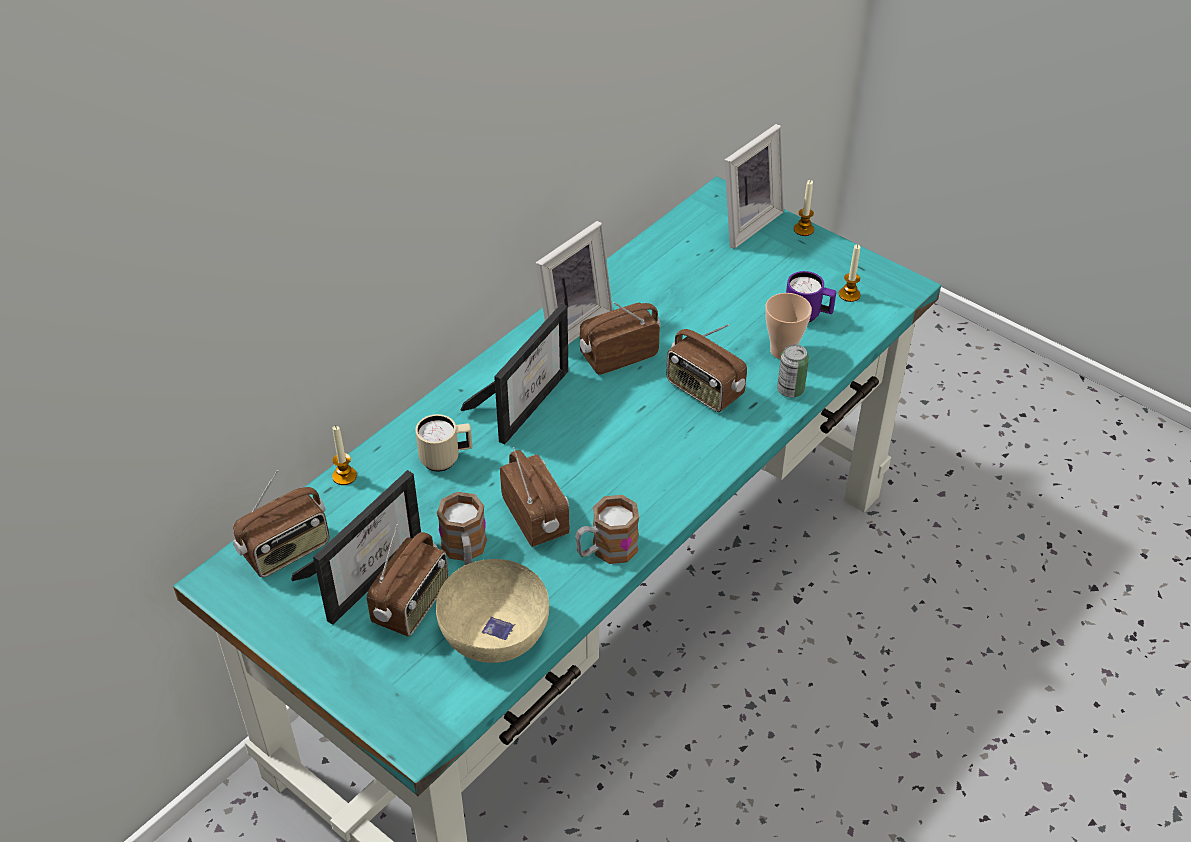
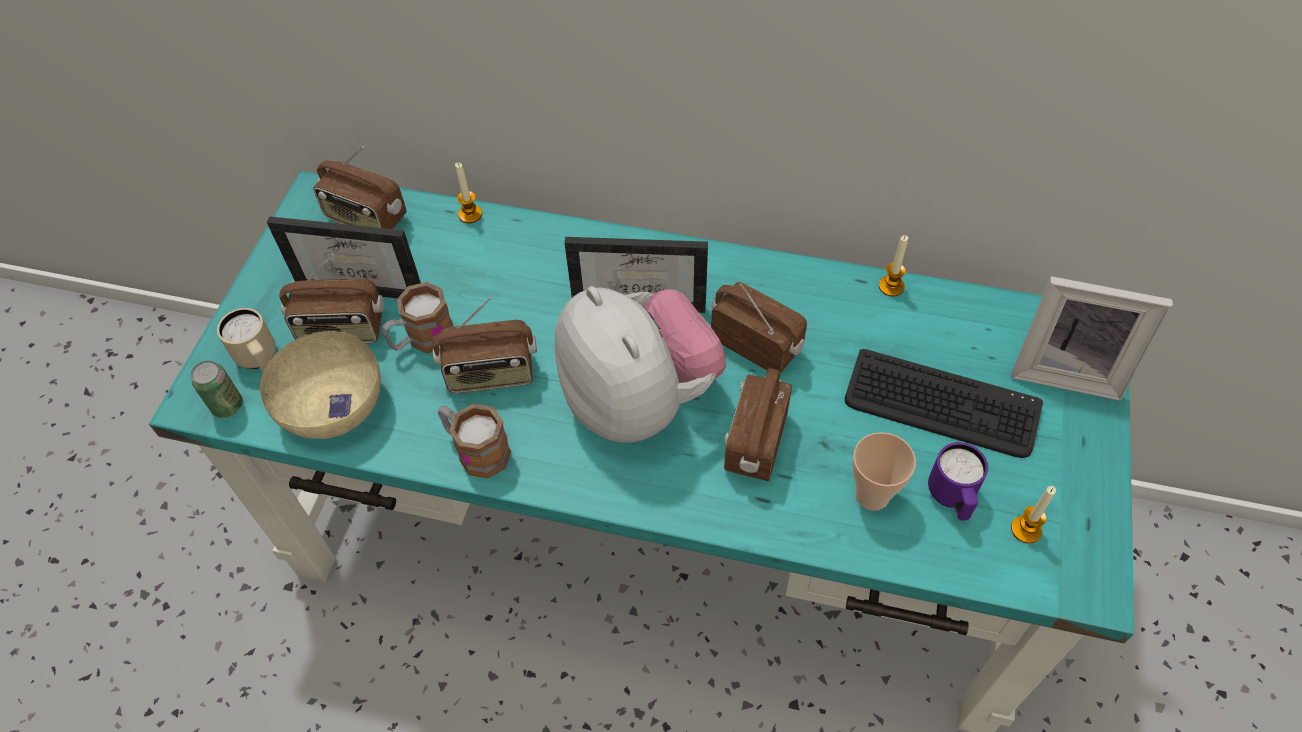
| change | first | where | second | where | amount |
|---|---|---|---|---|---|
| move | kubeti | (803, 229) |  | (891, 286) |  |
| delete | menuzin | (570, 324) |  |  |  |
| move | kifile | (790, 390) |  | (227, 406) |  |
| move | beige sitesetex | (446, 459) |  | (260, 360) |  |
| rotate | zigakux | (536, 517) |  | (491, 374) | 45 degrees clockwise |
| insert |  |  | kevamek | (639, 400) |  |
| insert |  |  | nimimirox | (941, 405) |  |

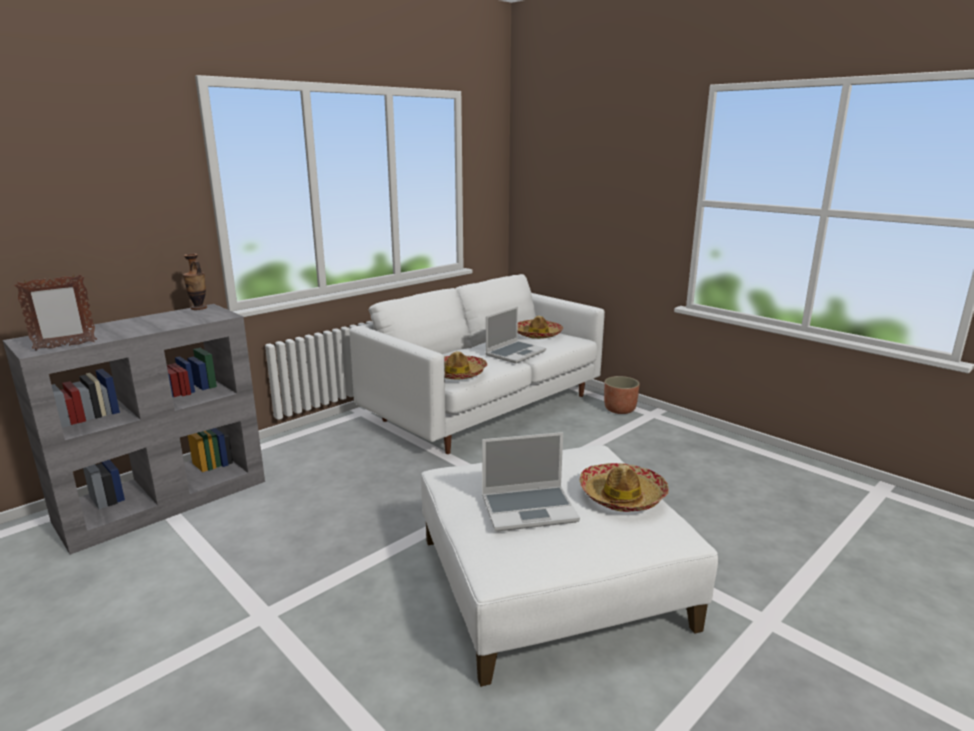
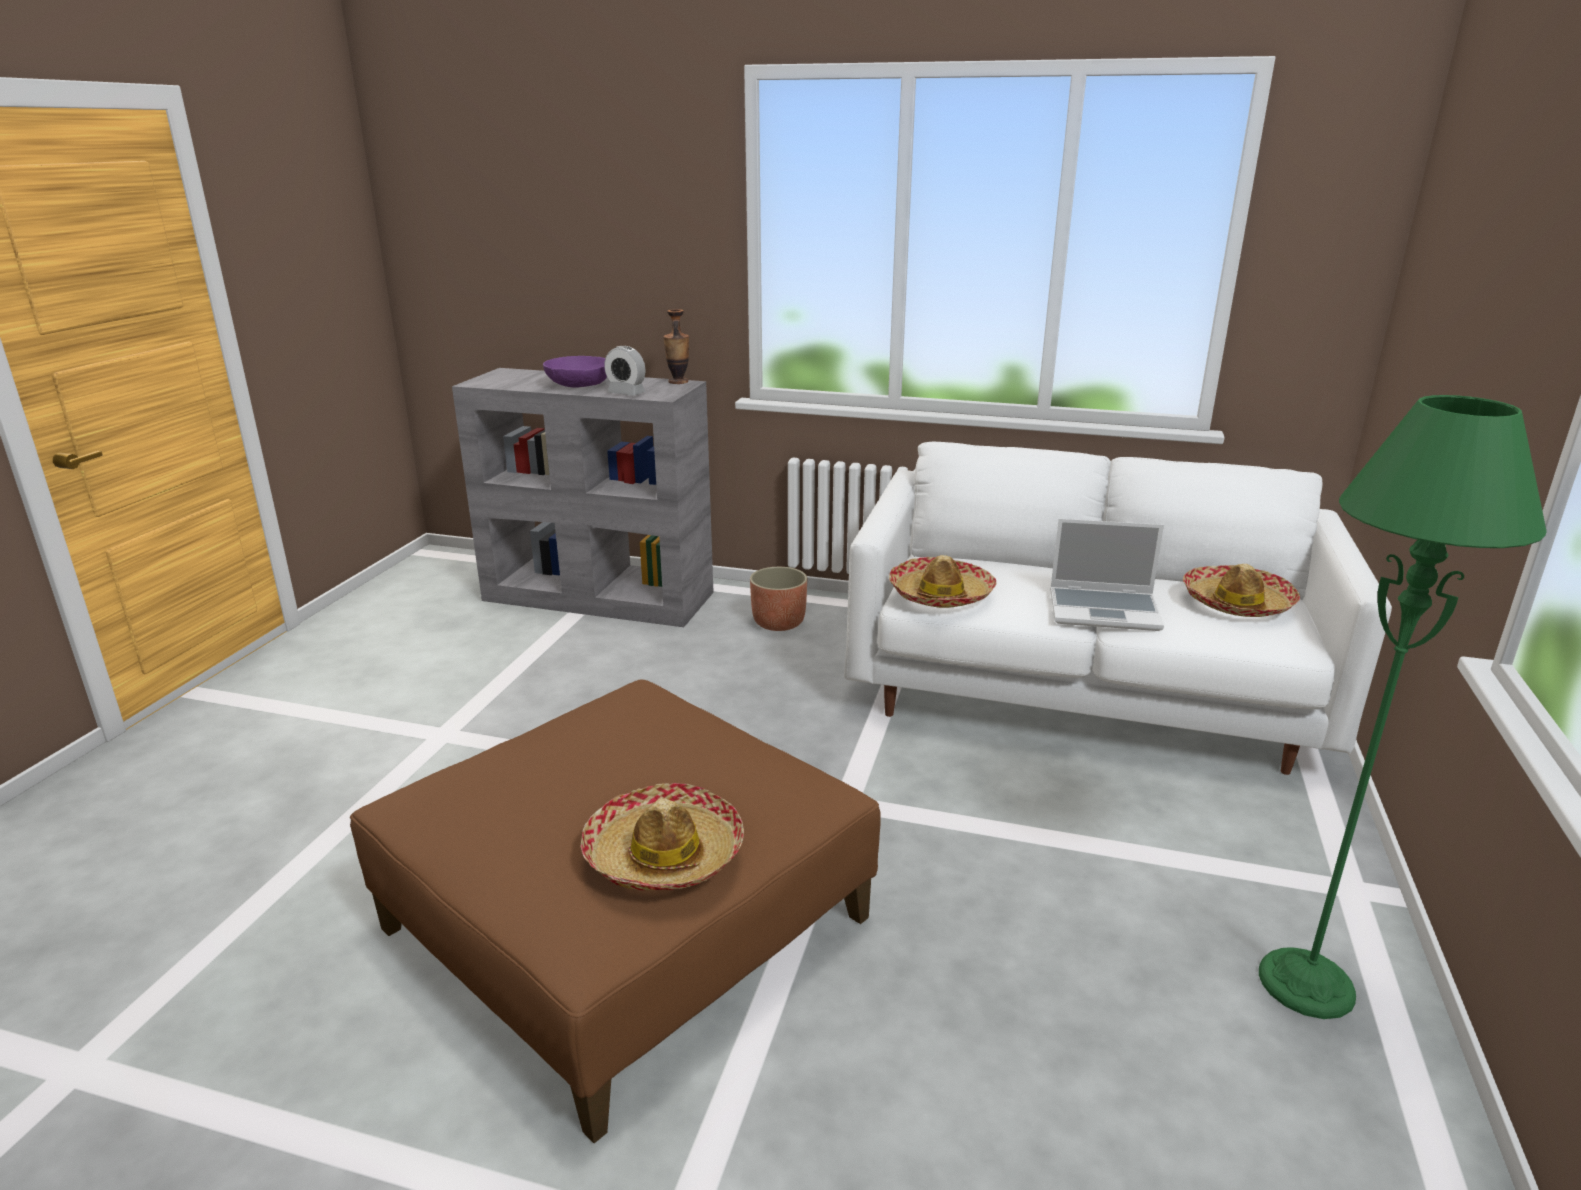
| change | first | where | second | where | amount |
|---|---|---|---|---|---|
| delete | menuzin | (65, 346) |  |  |  |
| move | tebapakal | (619, 409) |  | (778, 623) |  |
| delete | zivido | (530, 509) |  |  |  |
| recolor | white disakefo | (551, 582) | brown disakefo | (626, 924) |  |
| insert |  |  | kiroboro | (626, 393) |  |
| insert |  |  | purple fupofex | (580, 385) |  |
| insert |  |  | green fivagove | (1306, 983) |  |

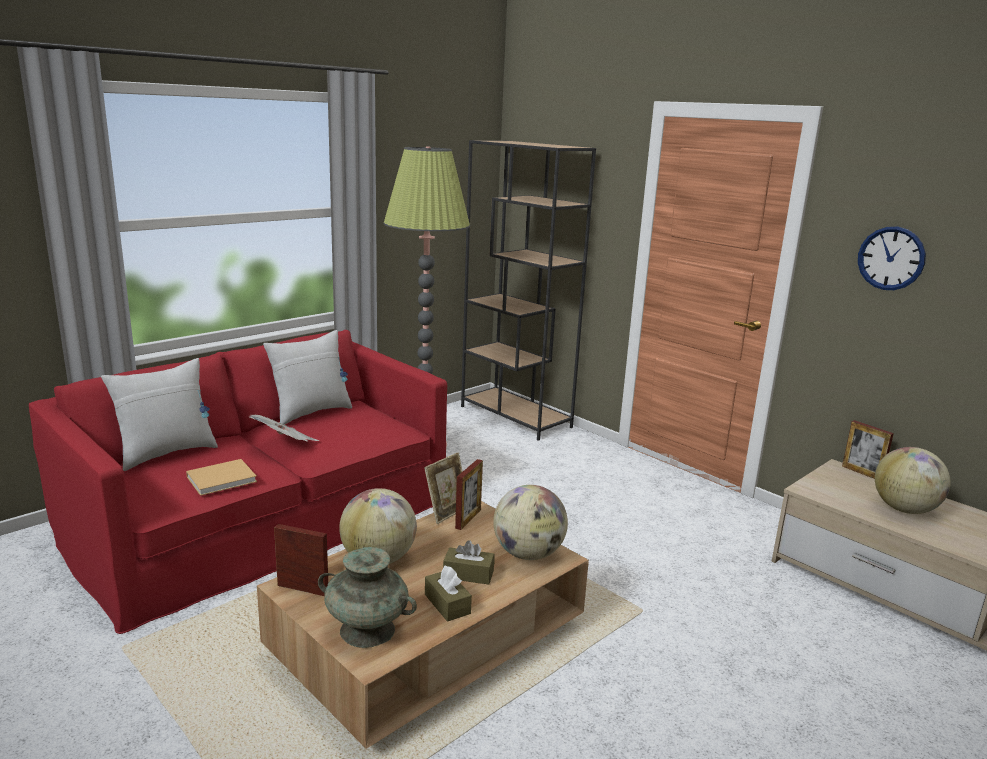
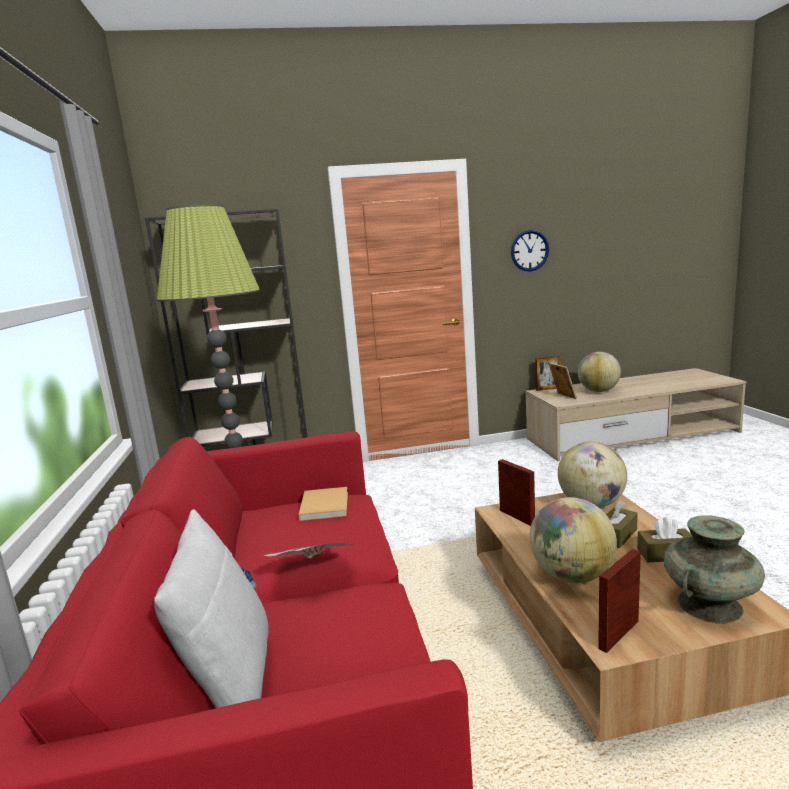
| change | first | where | second | where | amount |
|---|---|---|---|---|---|
| delete | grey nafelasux | (311, 413) |  |  |  |
| move | menuzin | (447, 512) |  | (562, 396) |  |
| move | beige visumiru | (223, 479) |  | (324, 505) |  |

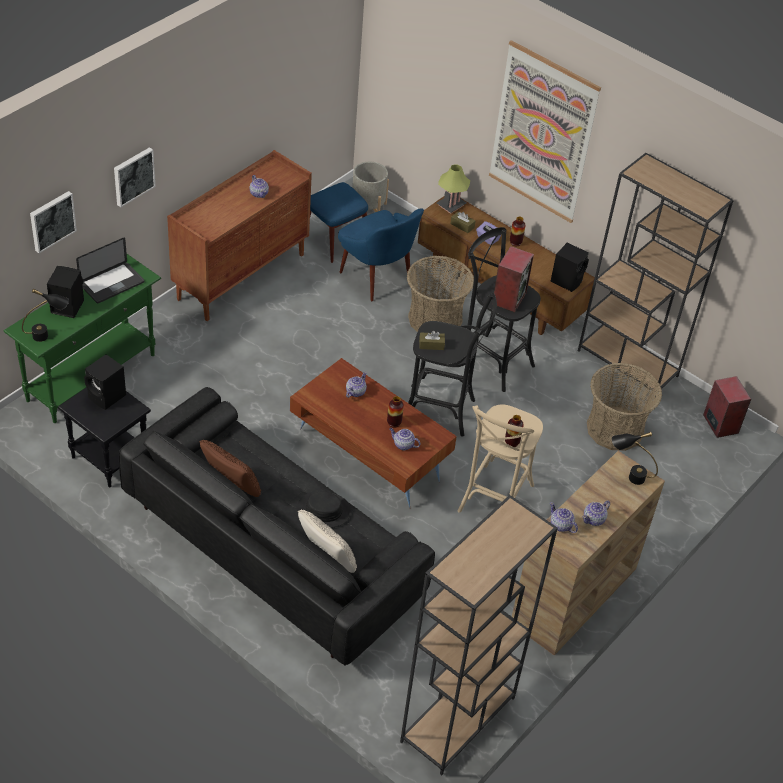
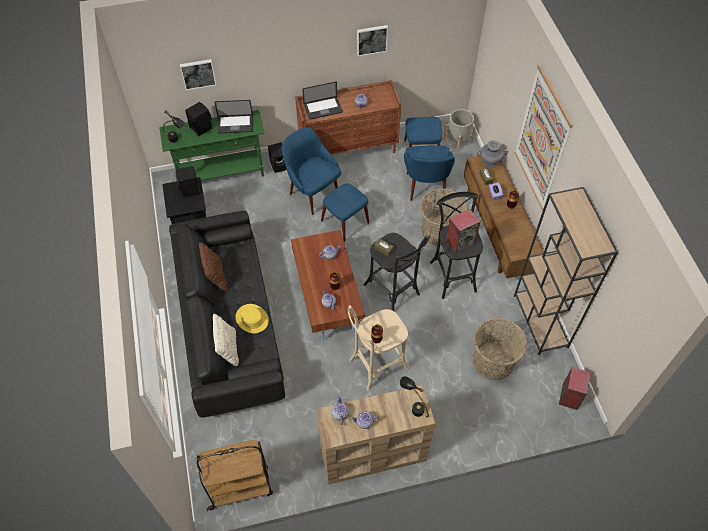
| change | first | where | second | where | amount |
|---|---|---|---|---|---|
| move | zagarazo | (133, 176) |  | (371, 39) |  |
| replace | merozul | (451, 205) | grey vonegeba | (490, 161) |  |
| move | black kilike | (567, 280) |  | (279, 165) |  |
| recolor | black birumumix | (323, 510) | yellow birumumix | (252, 319) |  |
| replace | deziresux | (458, 720) | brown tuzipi | (240, 488) |  |
| insert |  |  | zivido | (323, 109) |  |
| insert |  |  | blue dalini | (324, 204) |  |

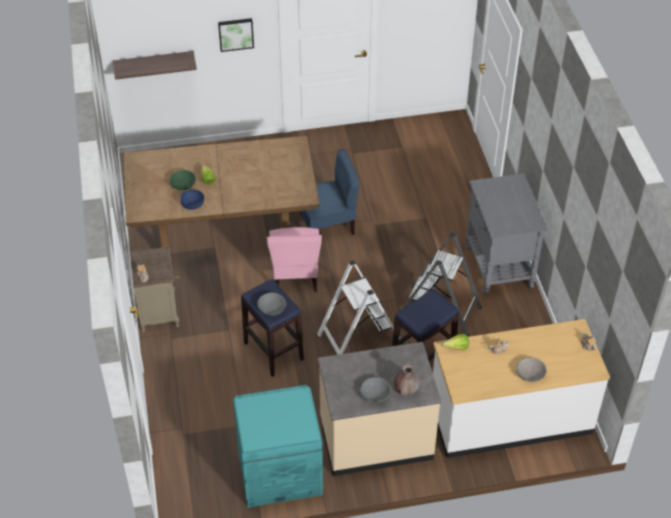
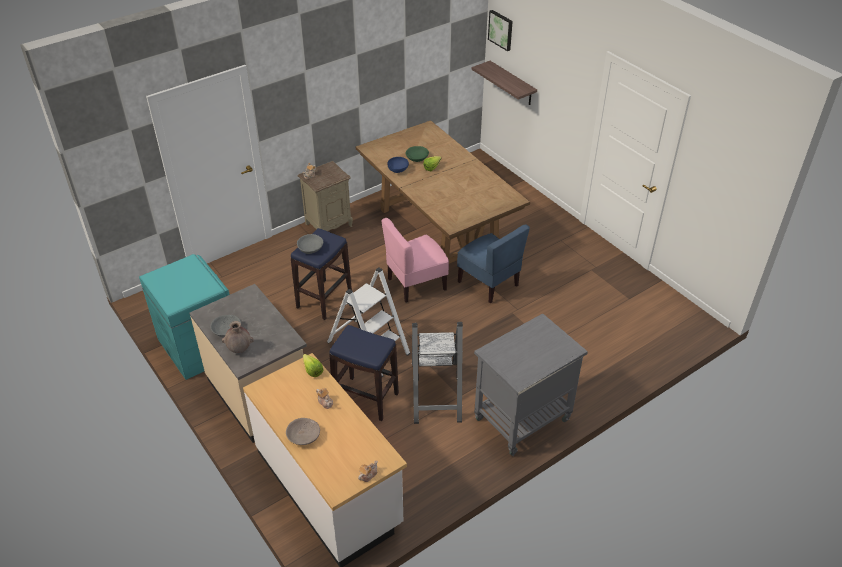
| change | first | where | second | where | amount |
|---|---|---|---|---|---|
| move | zagarazo | (236, 34) |  | (501, 30) |  |

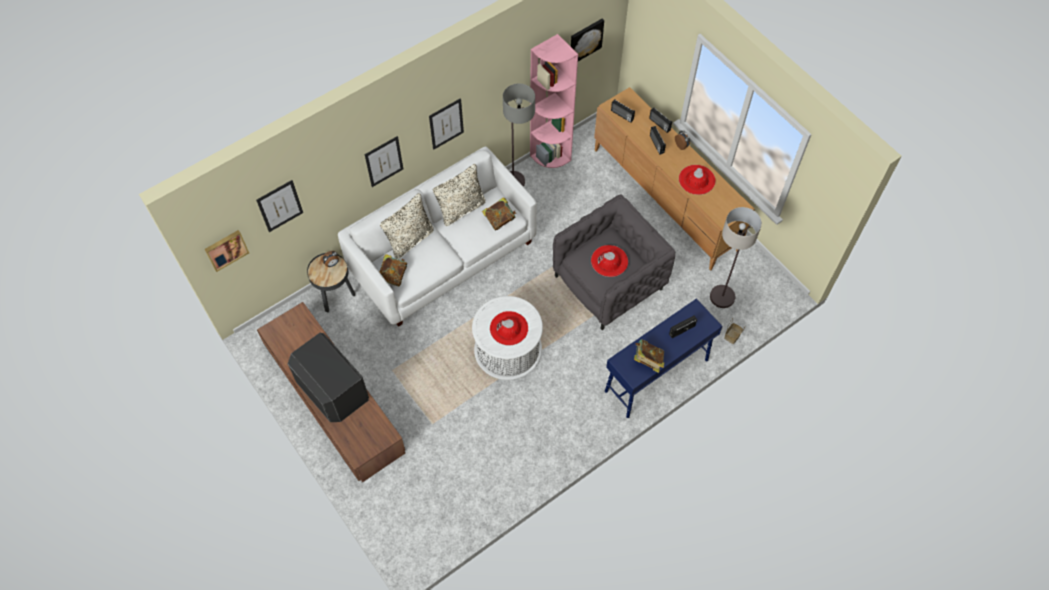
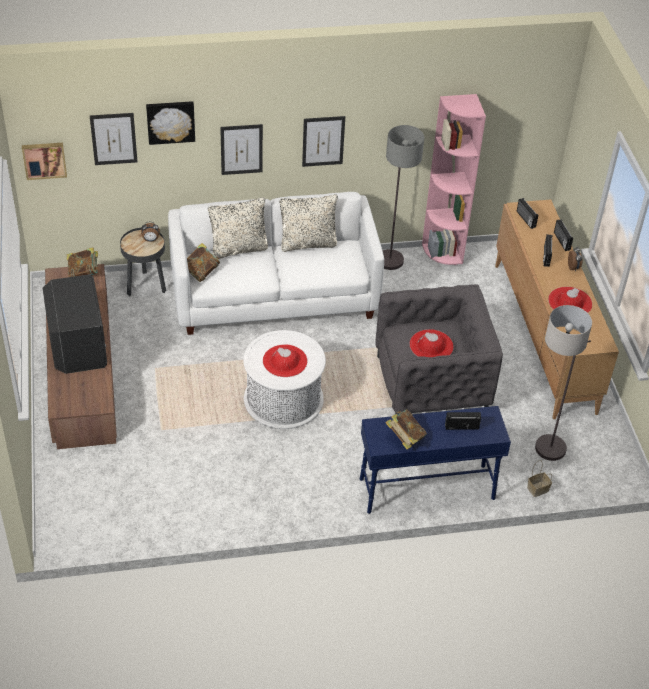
| change | first | where | second | where | amount |
|---|---|---|---|---|---|
| move | zagarazo | (585, 40) |  | (170, 121) |  |
| move | visumiru | (499, 219) |  | (84, 273) |  |

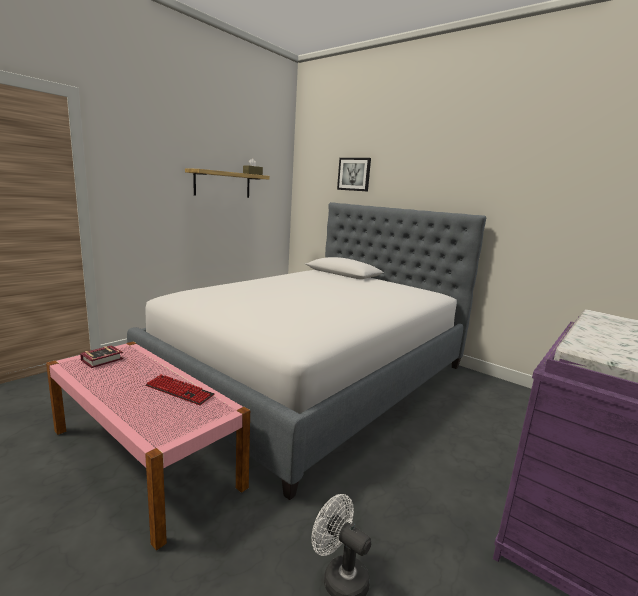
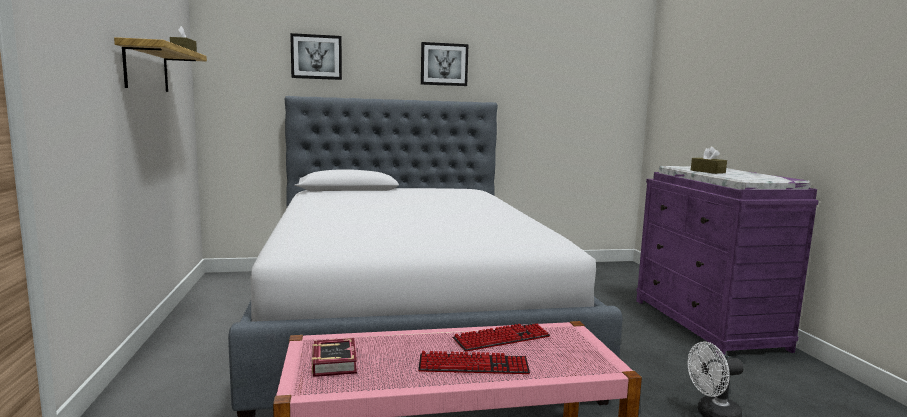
| change | first | where | second | where | amount |
|---|---|---|---|---|---|
| insert |  |  | zagarazo | (444, 64) |  |
| insert |  |  | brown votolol | (707, 171) |  |
| insert |  |  | nimimirox | (473, 366) |  |

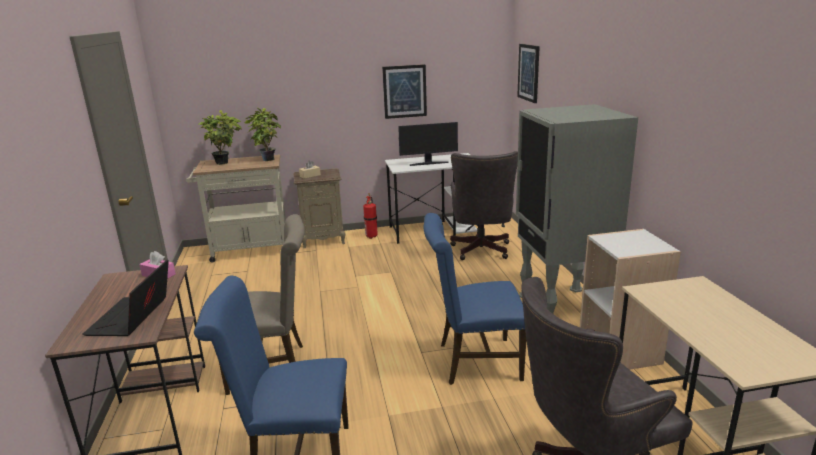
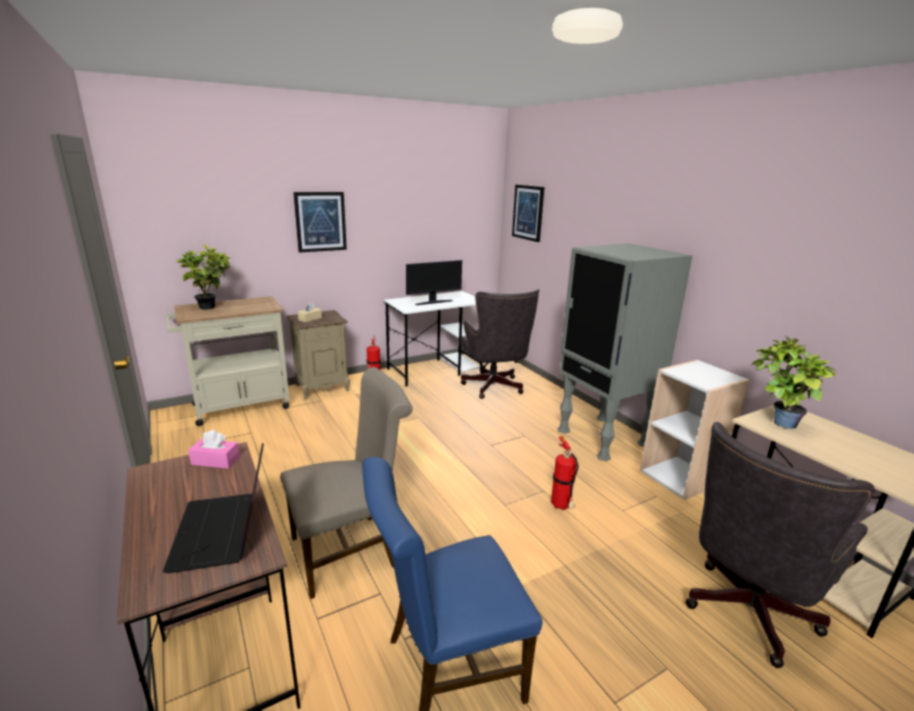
| change | first | where | second | where | amount |
|---|---|---|---|---|---|
| move | zagarazo | (404, 91) |  | (320, 221) |  |
| move | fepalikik | (267, 159) |  | (777, 423) |  |
| replace | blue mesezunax | (473, 361) | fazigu | (561, 507) |  |

